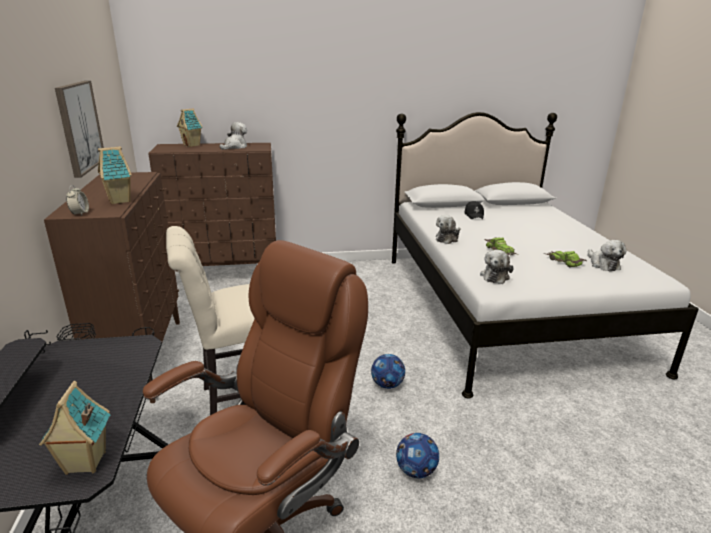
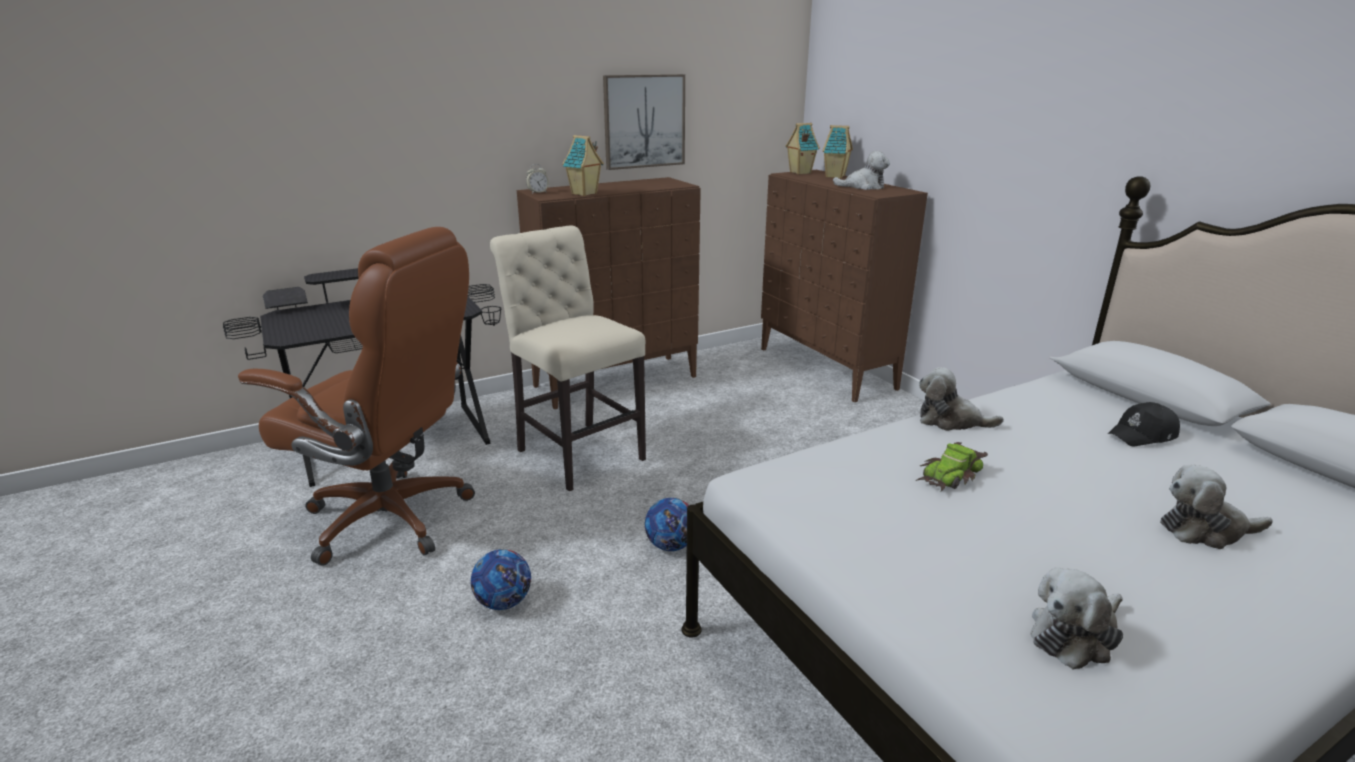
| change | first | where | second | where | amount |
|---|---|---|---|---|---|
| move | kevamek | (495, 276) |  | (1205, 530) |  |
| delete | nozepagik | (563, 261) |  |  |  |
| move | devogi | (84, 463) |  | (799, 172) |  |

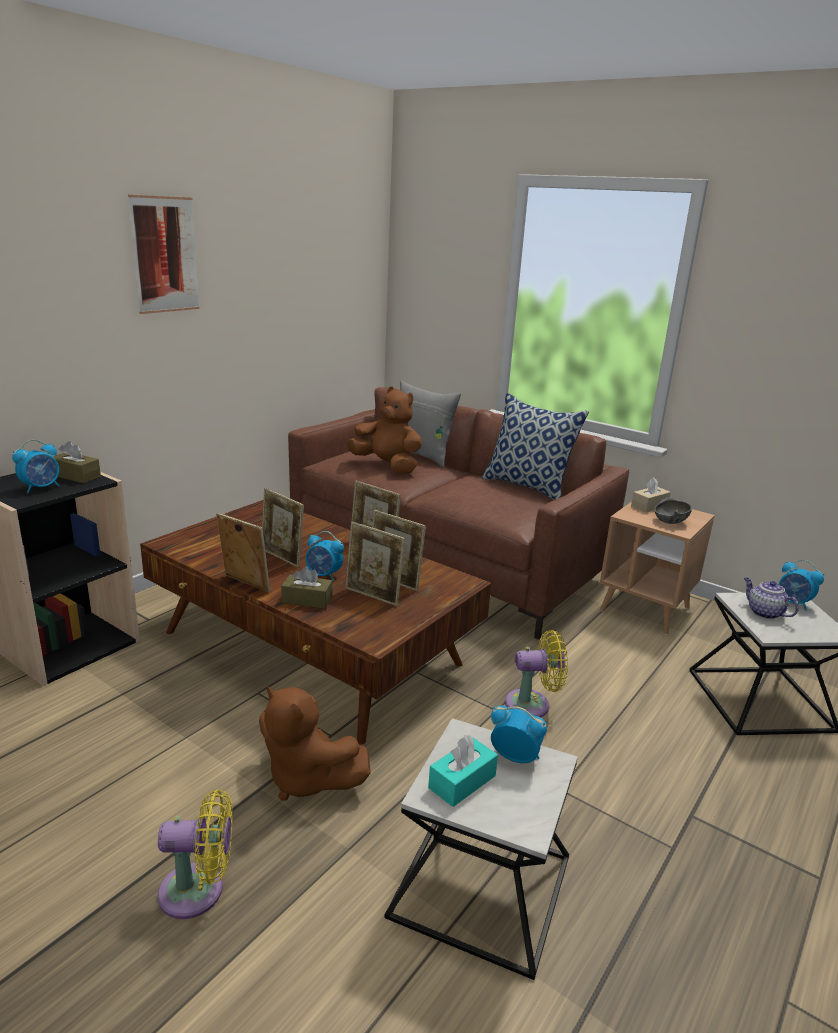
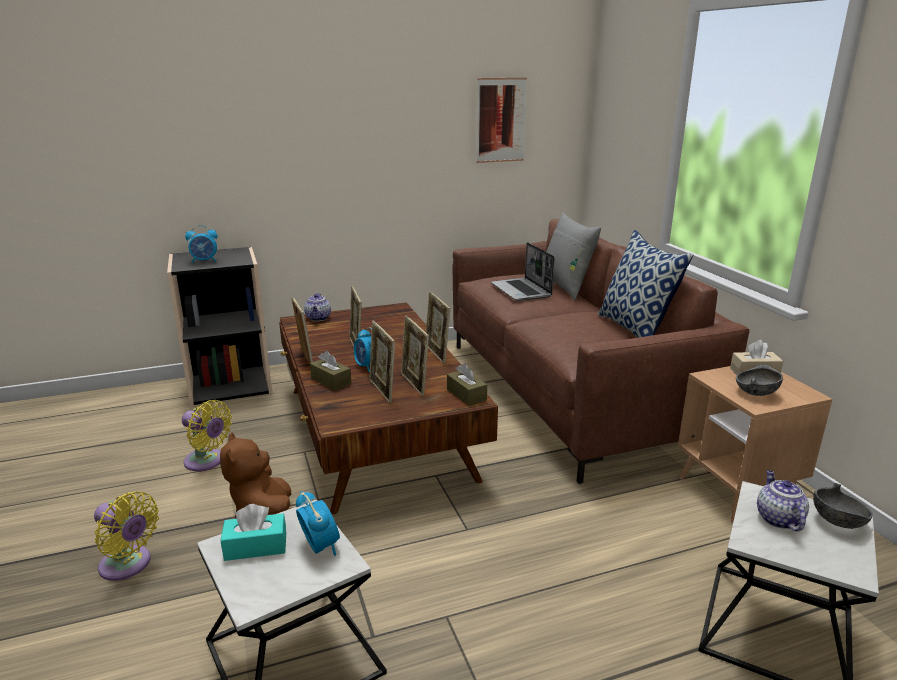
| change | first | where | second | where | amount |
|---|---|---|---|---|---|
| move | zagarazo | (165, 255) |  | (500, 120) |  |
| replace | brown kevamek | (387, 466) | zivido | (522, 291) |  |
| move | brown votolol | (76, 476) |  | (466, 395) |  |
| replace | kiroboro | (793, 603) | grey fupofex | (838, 522) |  |
| move | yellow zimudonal | (532, 704) |  | (207, 461) |  |
| insert |  |  | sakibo | (318, 318) |  |

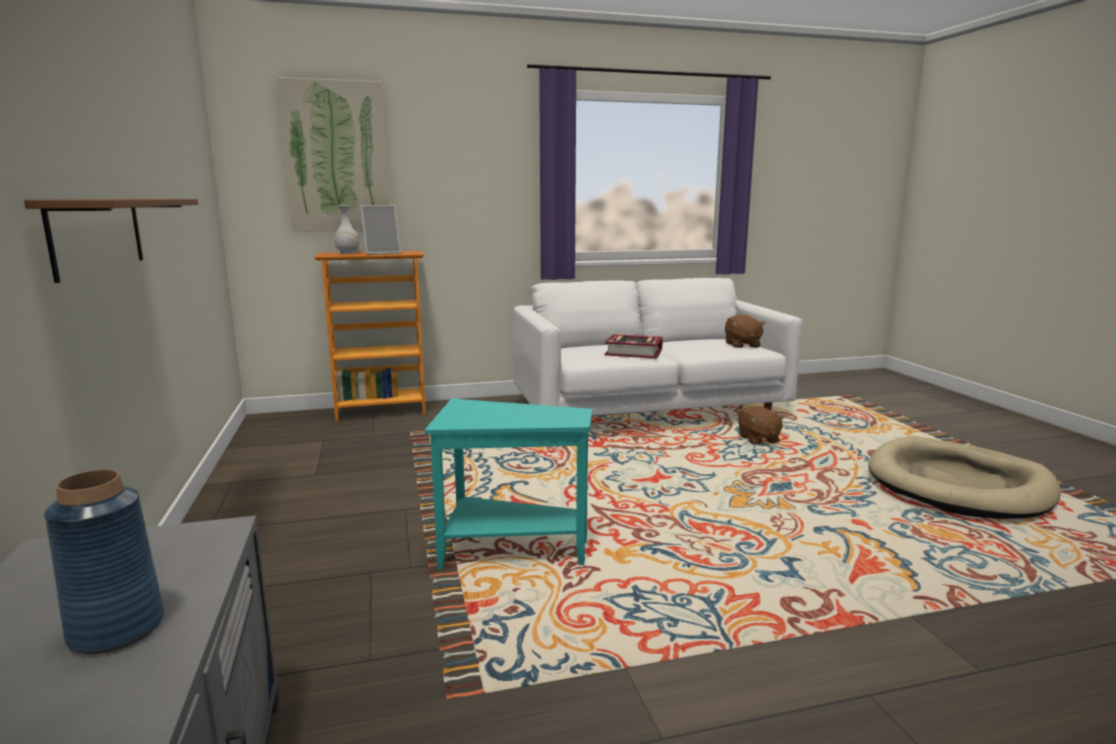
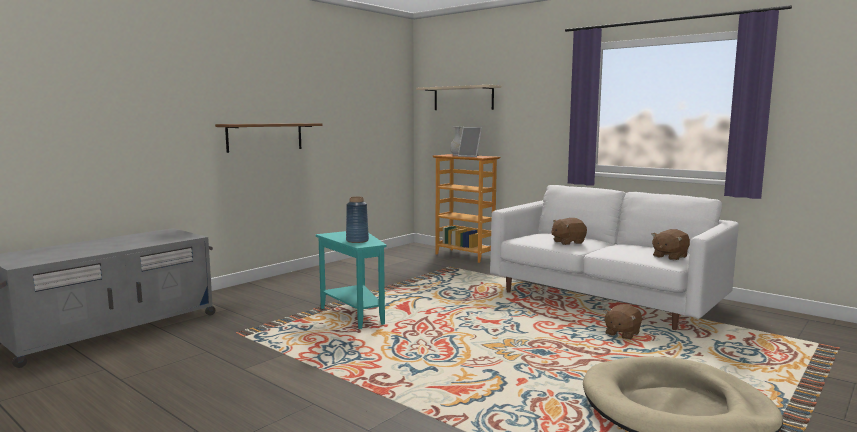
| change | first | where | second | where | amount |
|---|---|---|---|---|---|
| replace | zagarazo | (336, 157) | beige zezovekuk | (463, 98) |  |
| replace | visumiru | (634, 352) | brown kevamek | (567, 242) |  |
| move | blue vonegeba | (116, 629) |  | (357, 240) |  |

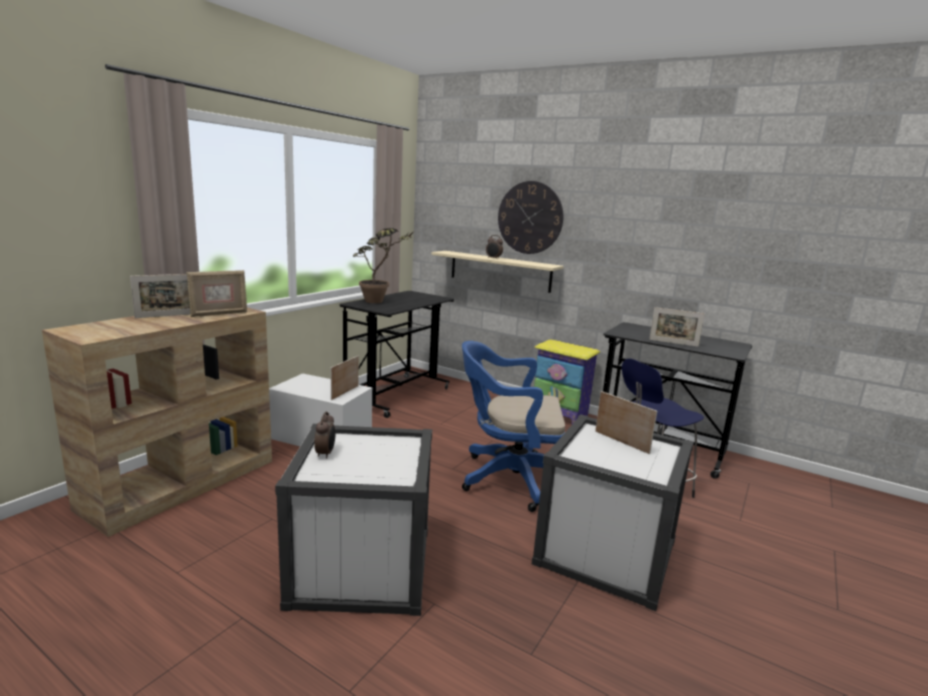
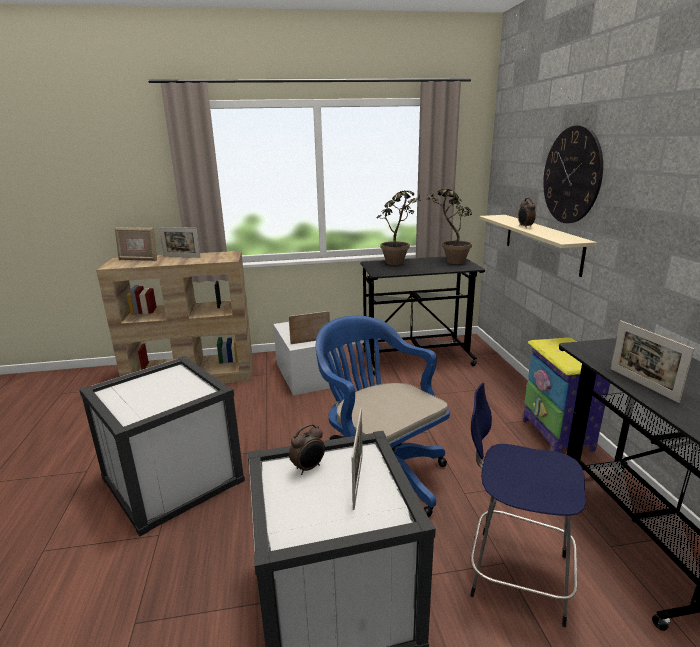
| change | first | where | second | where | amount |
|---|---|---|---|---|---|
| move | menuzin | (219, 314) |  | (138, 260) |  |
| move | kiroboro | (325, 453) |  | (309, 468) |  |
| insert |  |  | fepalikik | (450, 262) |  |

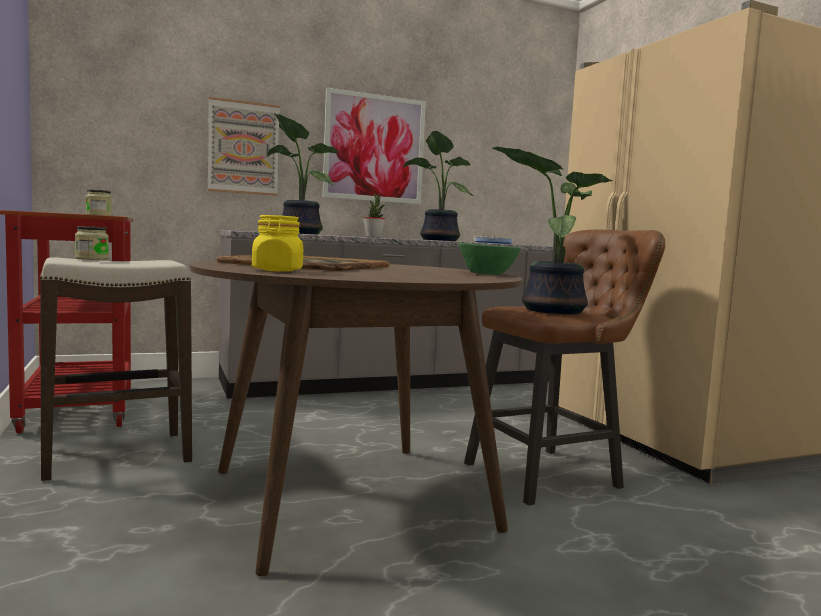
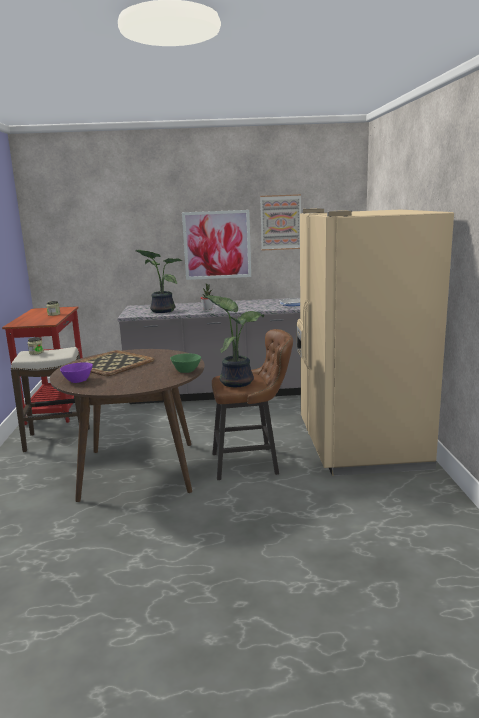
| change | first | where | second | where | amount |
|---|---|---|---|---|---|
| move | zagarazo | (243, 148) |  | (280, 222) |  |
| delete | fepalikik | (437, 240) |  |  |  |
| replace | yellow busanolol | (278, 270) | purple fupofex | (77, 380) |  |

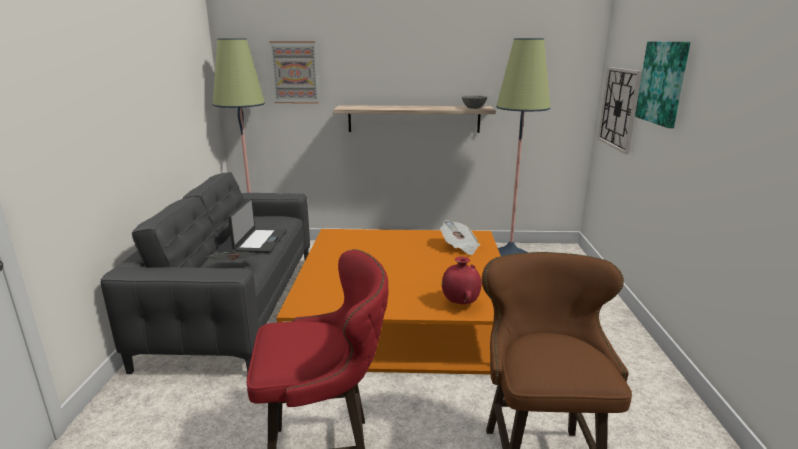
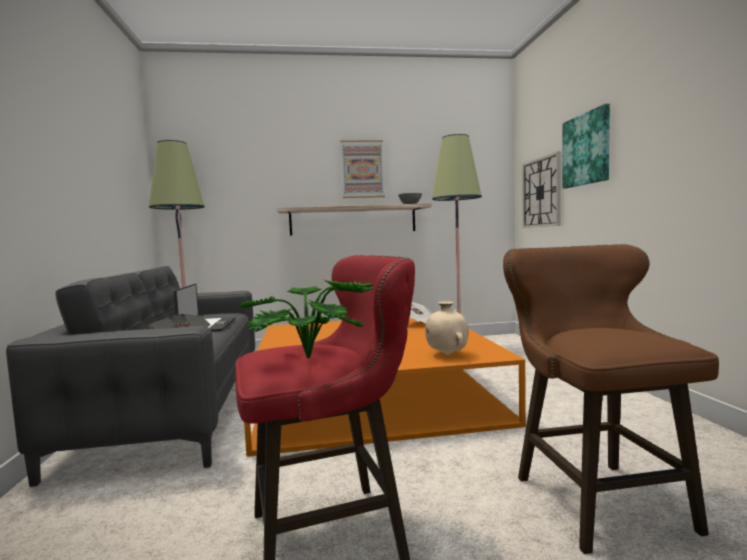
| change | first | where | second | where | amount |
|---|---|---|---|---|---|
| move | zagarazo | (295, 72) |  | (362, 169) |  |
| recolor | red vonegeba | (460, 303) | beige vonegeba | (447, 354) |  |
| insert |  |  | fepalikik | (314, 359) |  |

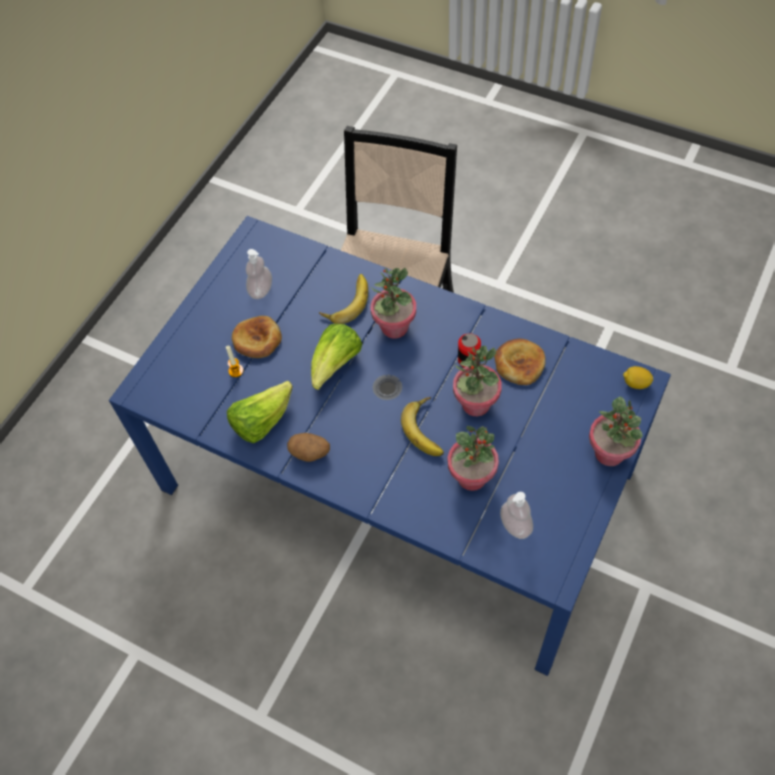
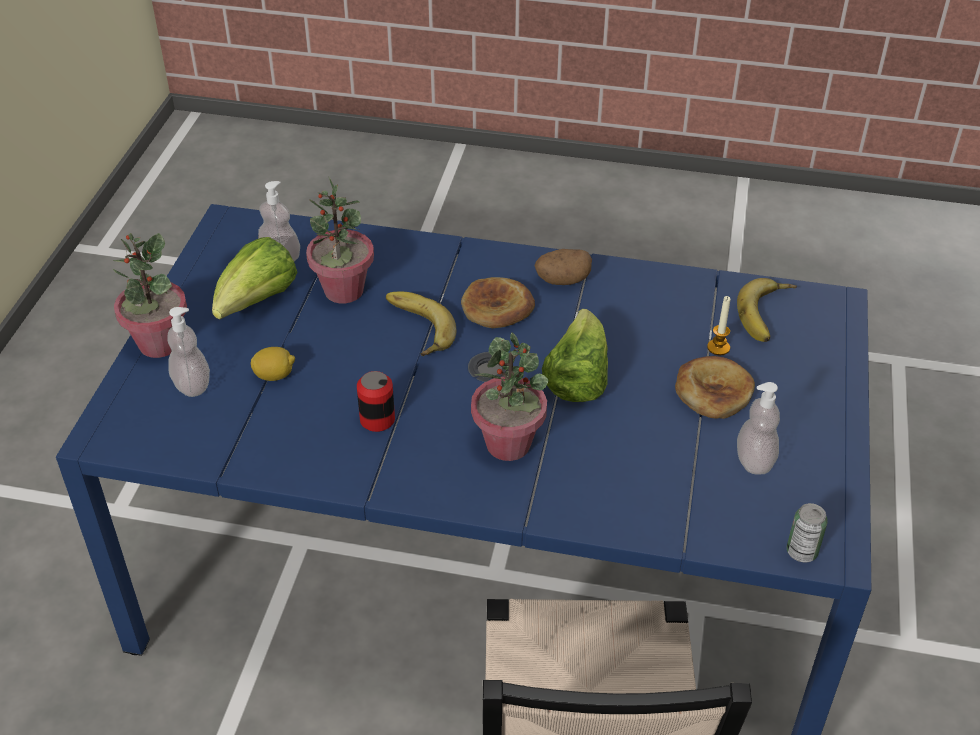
| change | first | where | second | where | amount |
|---|---|---|---|---|---|
| move | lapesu | (346, 301) |  | (769, 315) |  |
| move | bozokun | (519, 363) |  | (497, 307) |  |
| delete | fepalikik | (475, 404) |  |  |  |
| move | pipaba | (635, 383) |  | (274, 375) |  |
| move | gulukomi | (262, 422) |  | (257, 303) |  |
| insert |  |  | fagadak | (192, 385) |  |
| insert |  |  | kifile | (801, 552) |  |

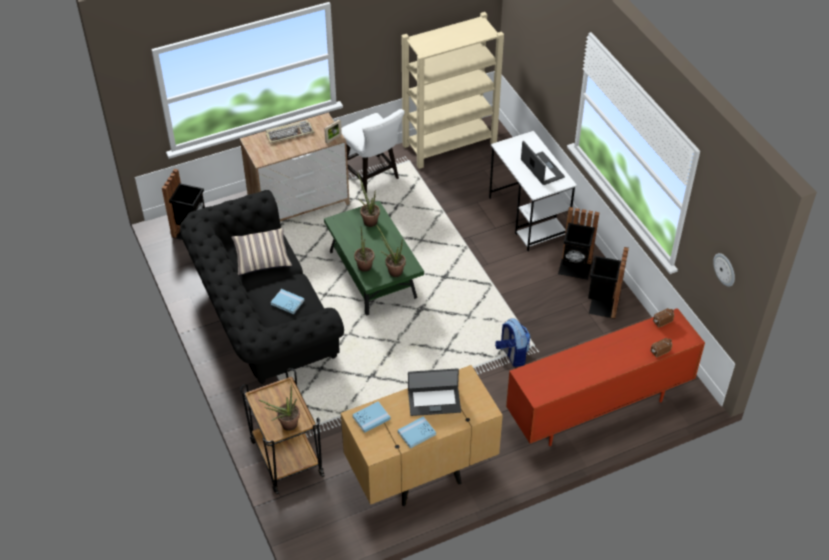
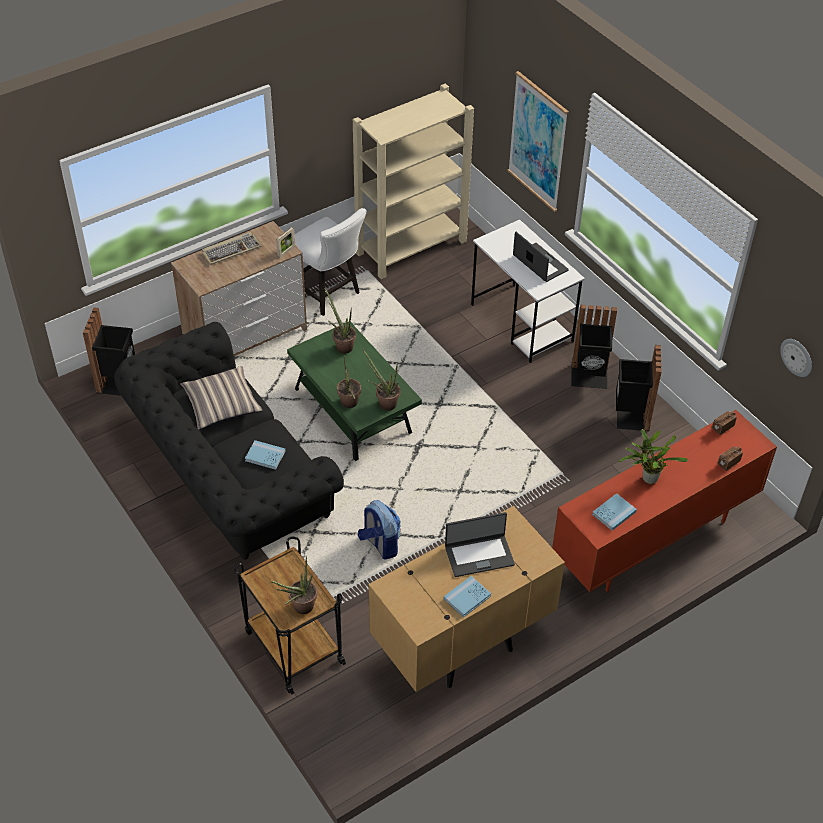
| change | first | where | second | where | amount |
|---|---|---|---|---|---|
| move | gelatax | (512, 355) |  | (380, 544) |  |
| move | blue visumiru | (371, 418) |  | (614, 513) |  |
| insert |  |  | zagarazo | (537, 142) |  |
| insert |  |  | fepalikik | (647, 478) |  |

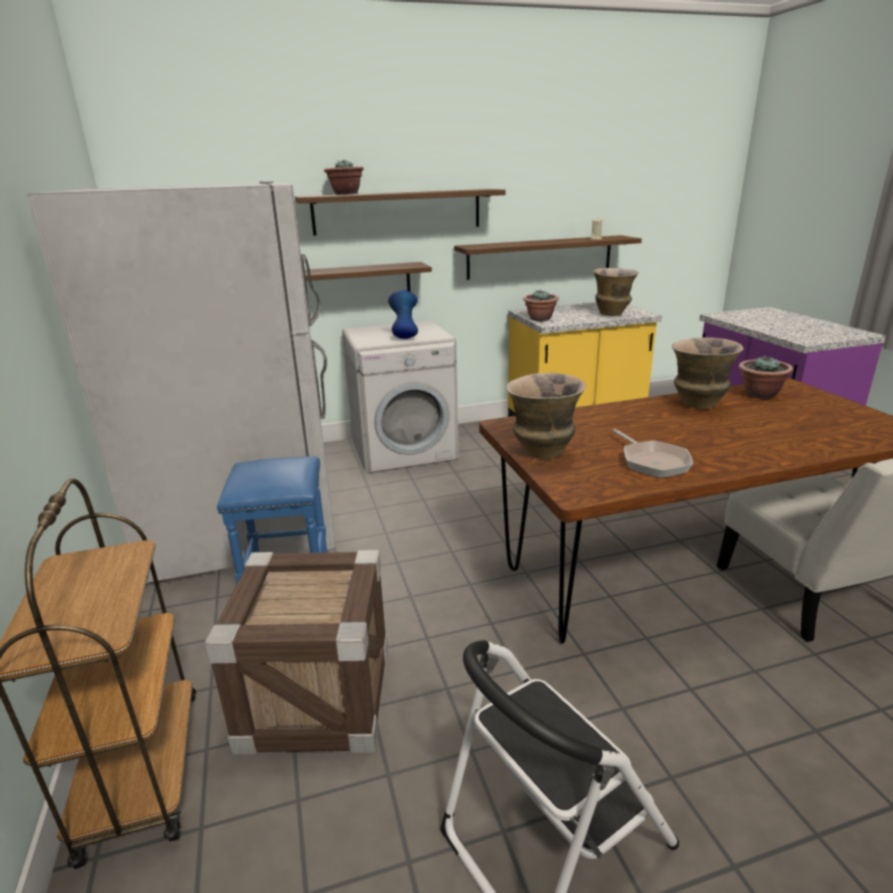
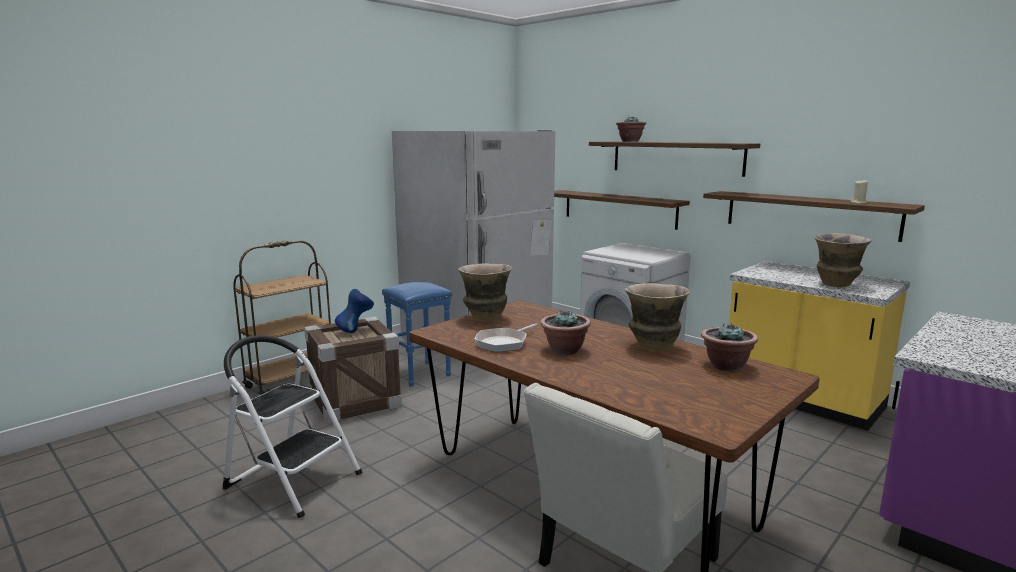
| change | first | where | second | where | amount |
|---|---|---|---|---|---|
| move | blue vonegeba | (404, 337) |  | (356, 331) |  |
| move | fepalikik | (540, 319) |  | (564, 350) |  |

